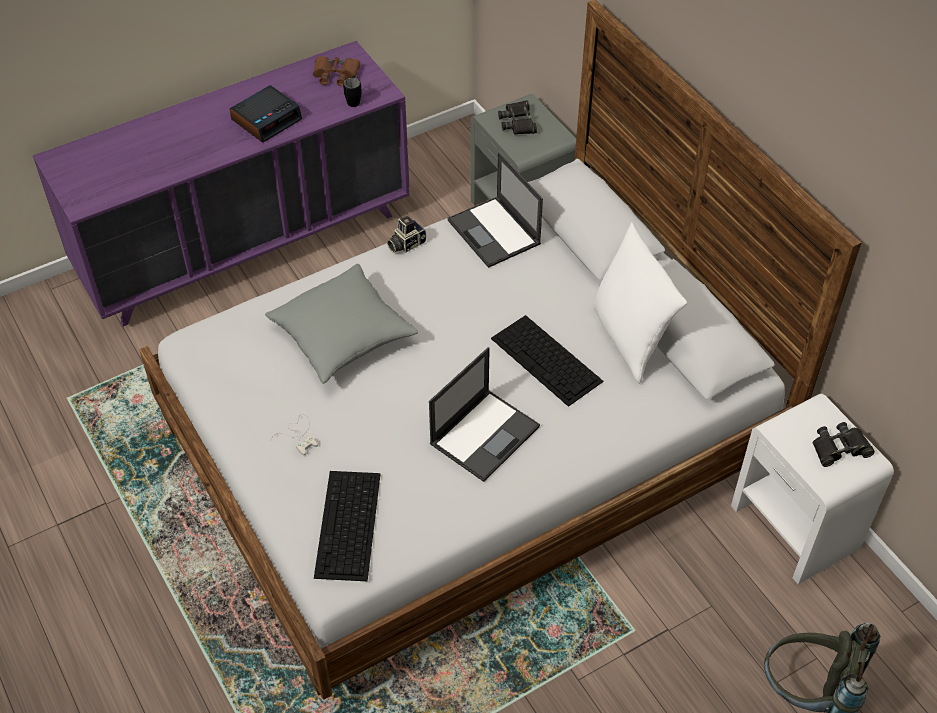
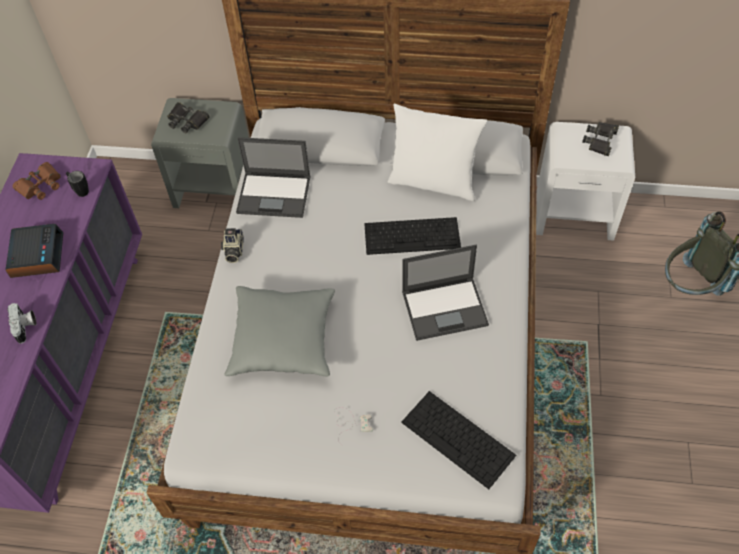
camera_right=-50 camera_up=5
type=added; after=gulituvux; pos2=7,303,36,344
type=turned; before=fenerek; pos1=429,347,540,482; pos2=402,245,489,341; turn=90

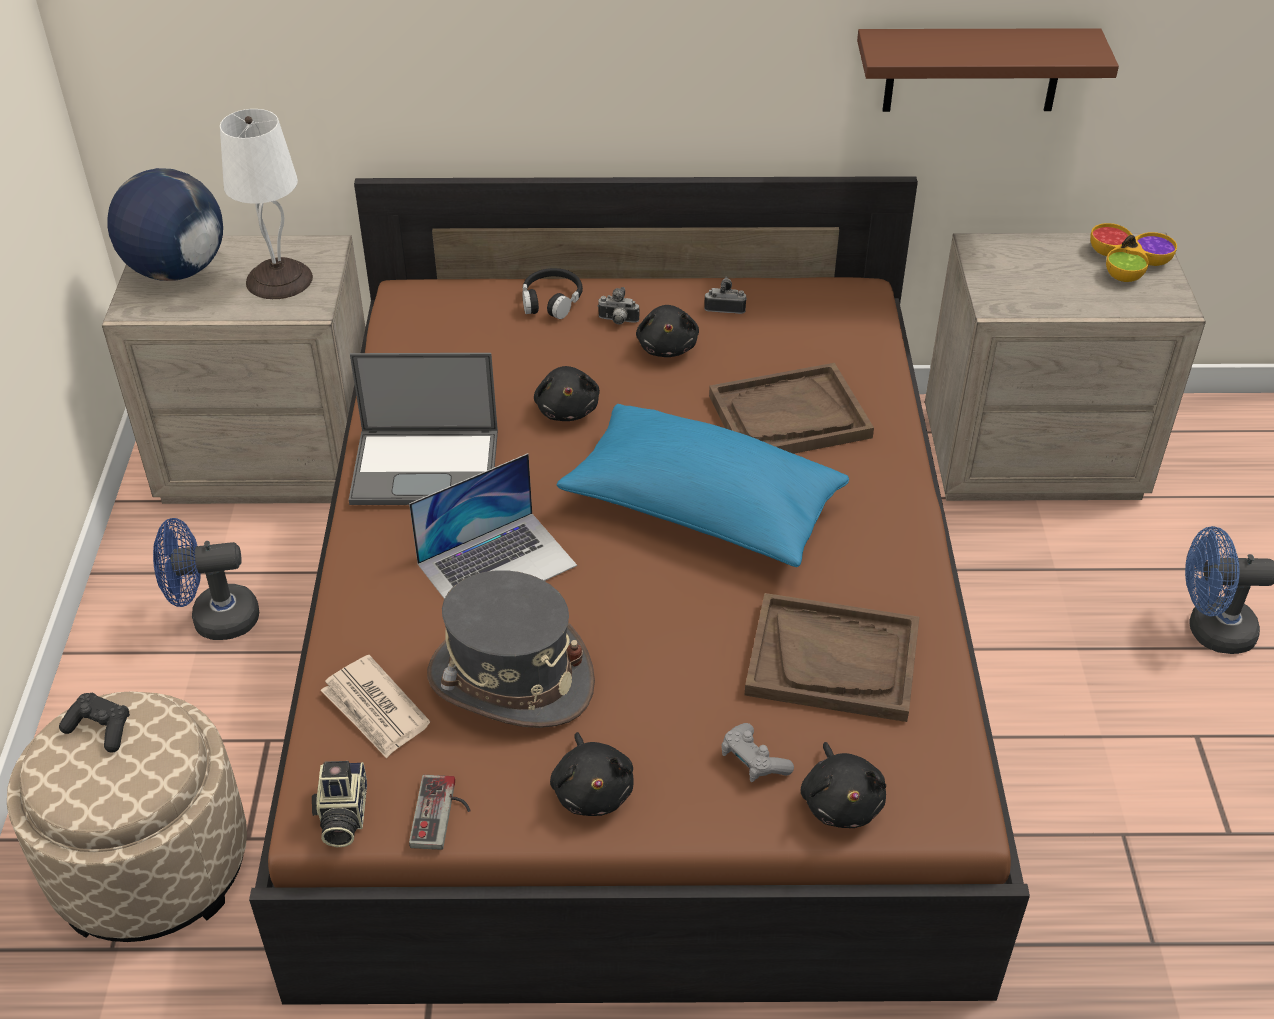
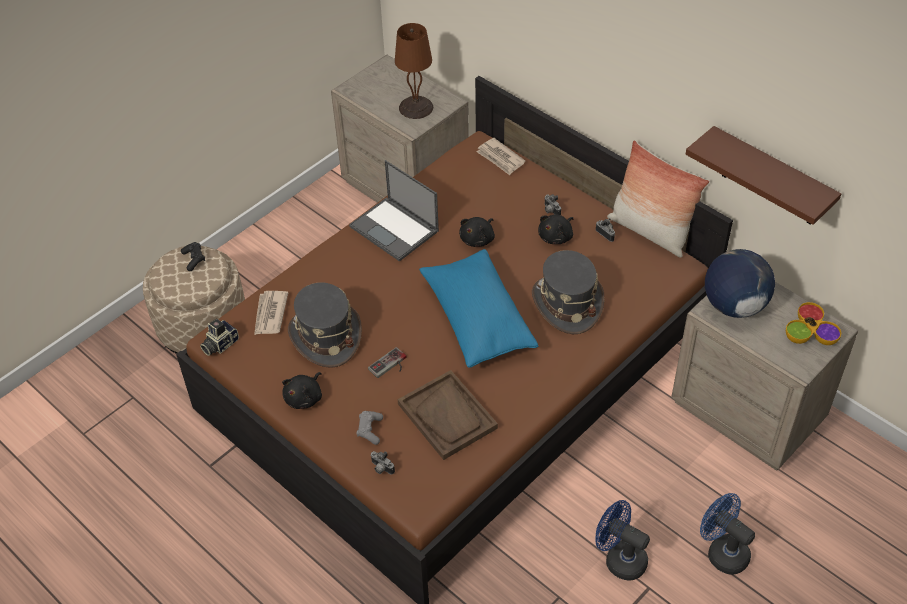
camera_right=45 camera_up=5
type=moved; before=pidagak; pos1=409,775,471,850; pos2=368,347,406,378
type=replaced; before=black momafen; after=gulituvux; pos1=801,742,886,828; pos2=370,451,395,475
type=recoloured; before=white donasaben; after=brown donasaben; pos1=220,109,313,299; pos2=395,23,433,119
type=added; after=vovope; pos2=477,138,525,175
type=replaced; before=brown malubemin; after=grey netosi; pos1=709,363,874,454; pos2=532,250,605,334
type=moved; before=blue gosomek; pos1=153,518,259,640; pos2=595,500,650,581
type=added; after=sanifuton; pos2=607,140,709,258
type=moved; before=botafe; pos1=108,168,223,281; pos2=705,249,775,318
type=removed; before=fenerek; pos1=409,453,577,599
type=removed; before=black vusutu; pos1=522,268,583,319

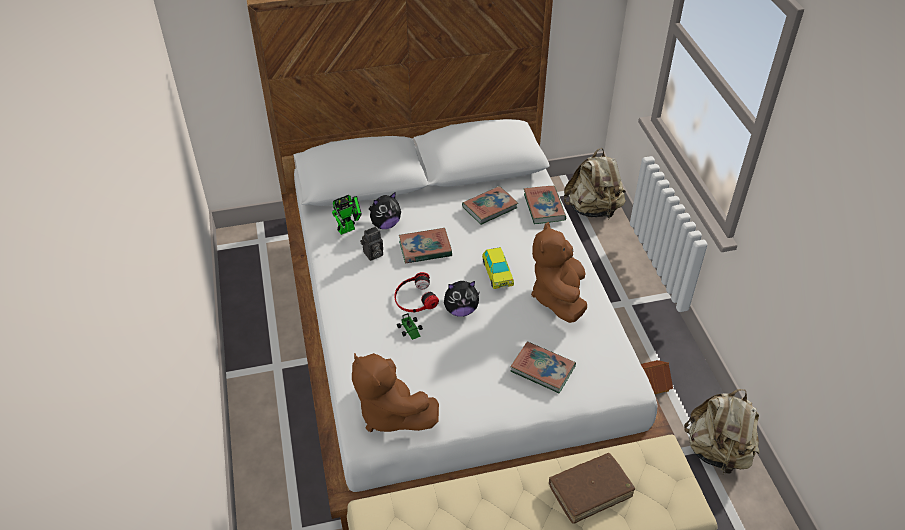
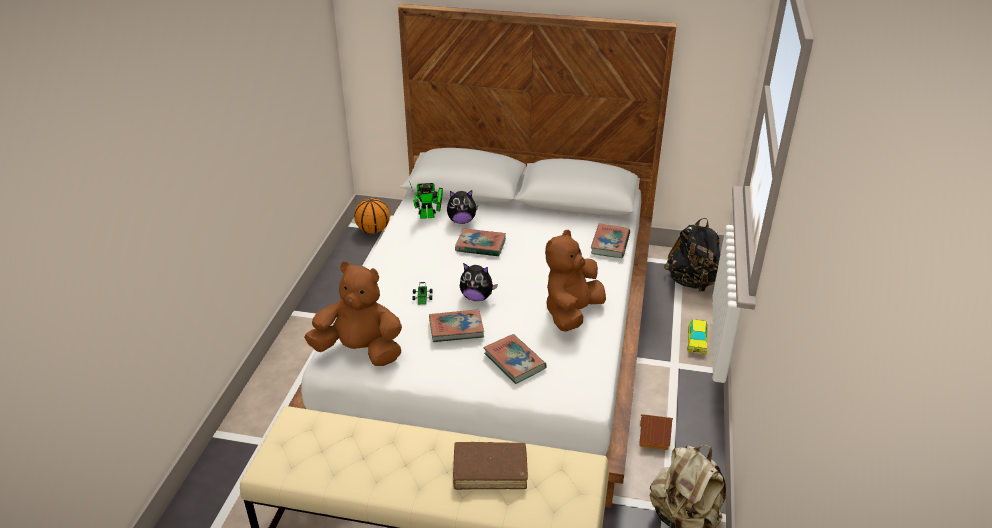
camera_right=25 camera_up=-10
type=turned; before=brown momafen; pos1=352,353,439,432; pos2=304,261,402,366; turn=120
type=added; after=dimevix; pos2=354,198,390,234
type=moved; before=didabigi; pos1=462,186,518,225; pos2=429,309,484,342
type=recoloured; before=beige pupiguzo; after=black pupiguzo; pos1=564,148,626,218; pos2=664,218,720,292
type=moved; before=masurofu; pos1=482,247,514,289; pos2=687,319,707,354
type=removed; before=gulituvux; pos1=360,226,383,261
type=removed; before=vusutu; pos1=394,272,439,312

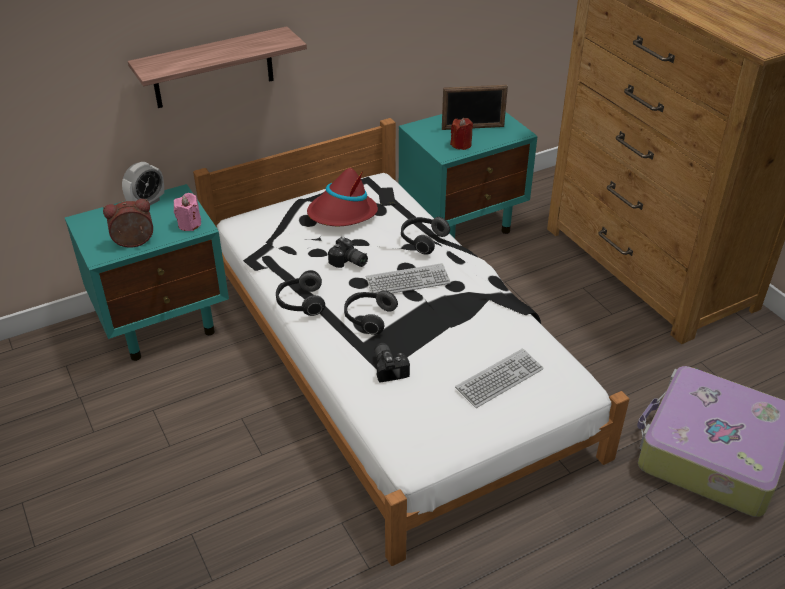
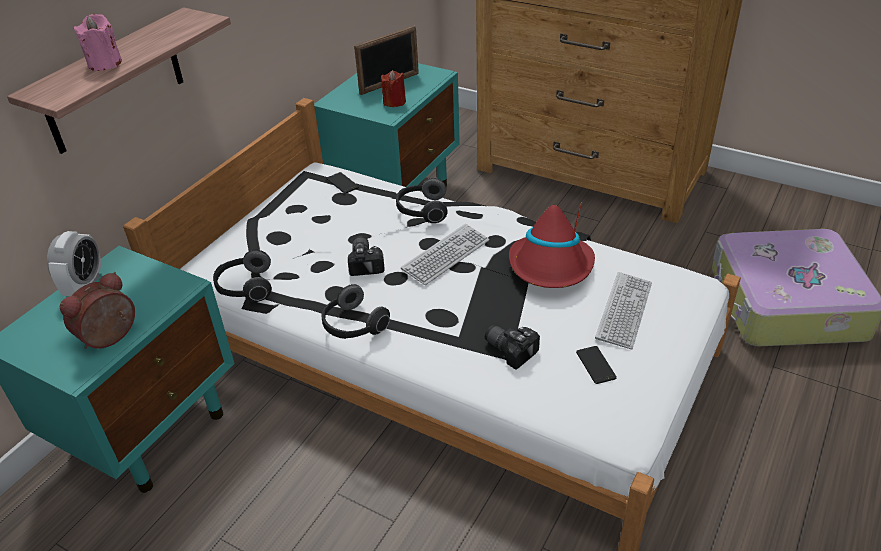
camera_right=-30 camera_up=0
type=moved; before=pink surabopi; pos1=174,193,201,231; pos2=74,14,122,71
type=moved; before=vusutu; pos1=344,290,398,335; pos2=213,250,272,302
type=turned; before=gulituvux; pos1=328,237,368,268; pos2=348,236,385,276; turn=-105
type=moved; before=red netosi; pos1=307,168,378,226; pos2=509,202,595,288
type=added; after=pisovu; pos2=576,346,617,384

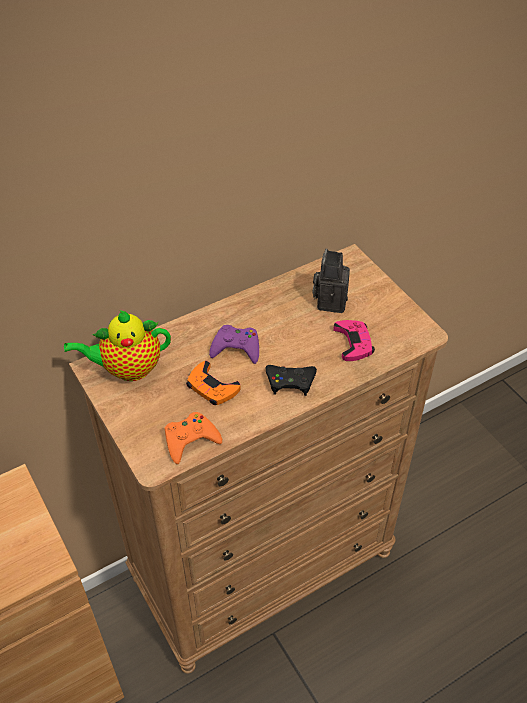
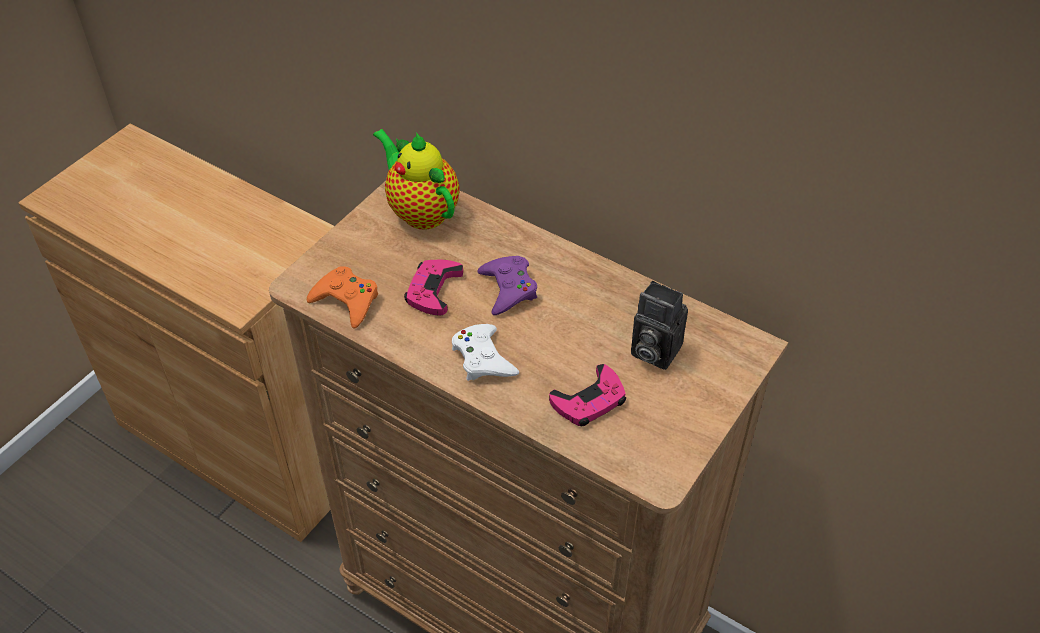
camera_right=65 camera_up=0
type=recoloured; before=orange pidagak; after=pink pidagak; pos1=186,361,241,405; pos2=404,259,463,315
type=recoloured; before=black pidagak; after=white pidagak; pos1=265,365,317,396; pos2=452,324,519,381
type=turned; before=gulituvux; pos1=313,248,350,313; pos2=631,281,688,370; turn=-135

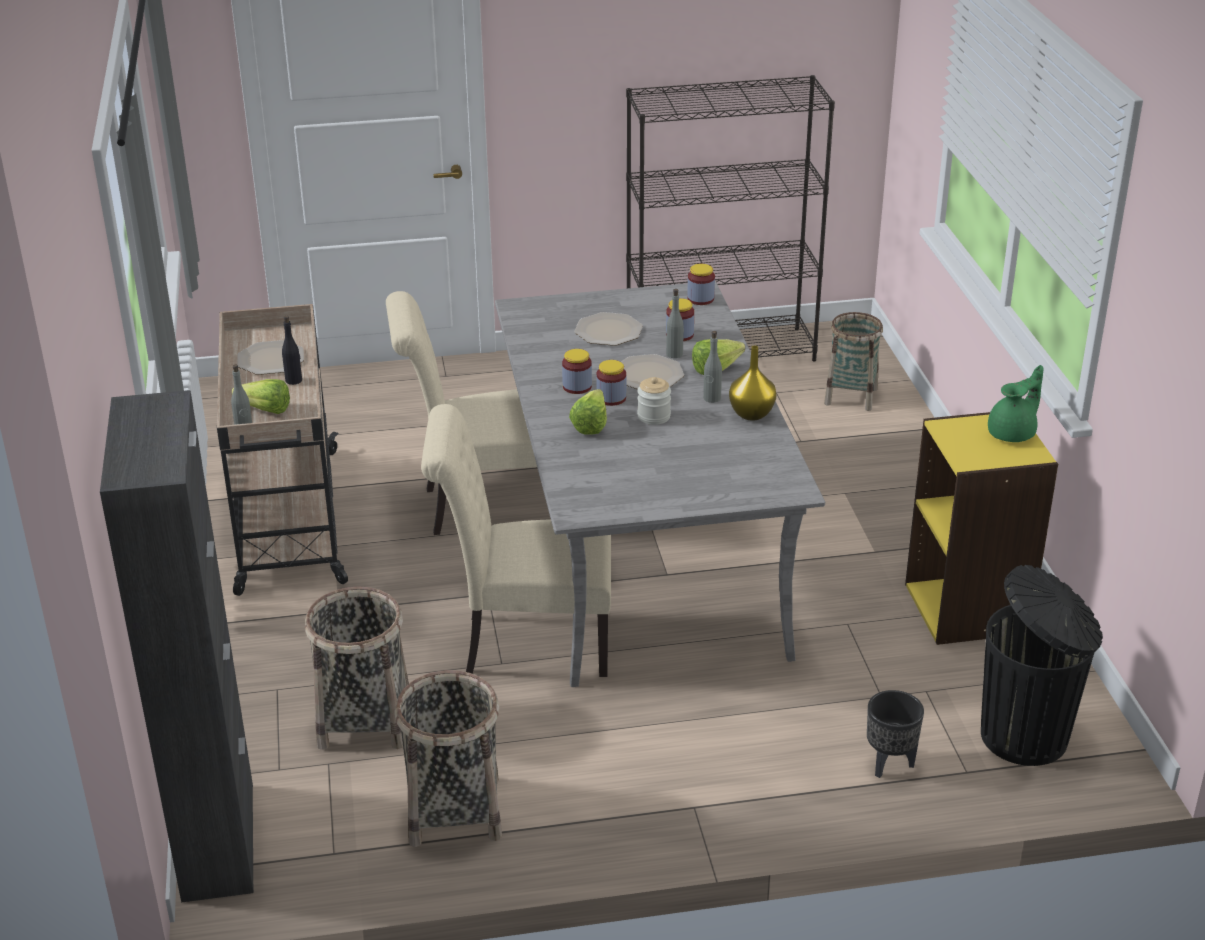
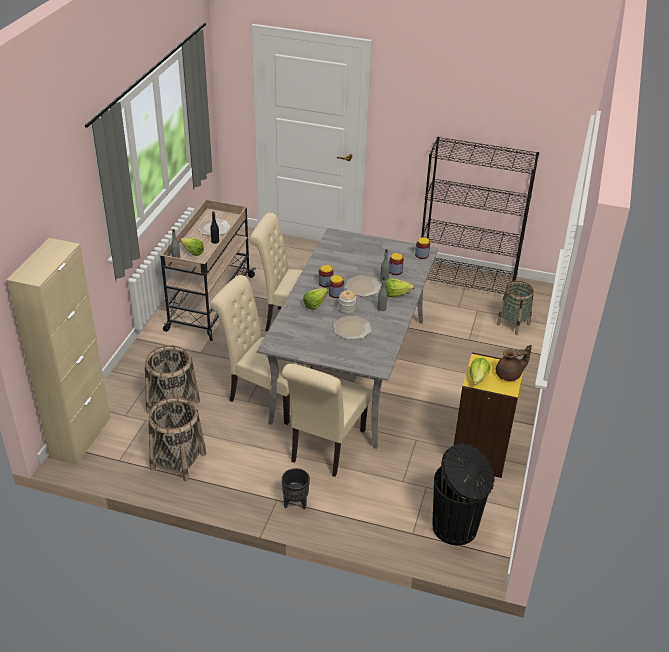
camera_right=25 camera_up=5
type=recoloured; before=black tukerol; after=beige tukerol; pos1=100,390,254,902; pos2=6,238,111,465
type=added; after=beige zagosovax; pos2=282,364,372,477
type=moved; before=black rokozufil; pos1=867,690,924,778; pos2=282,468,310,510
type=moved; before=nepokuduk; pos1=574,312,643,346; pos2=334,316,372,340
type=added; after=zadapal; pos2=470,358,490,386
type=recoloured; before=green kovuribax; after=brown kovuribax; pos1=988,365,1044,442; pos2=496,345,532,381
type=removed; before=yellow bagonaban; pos1=729,345,777,421

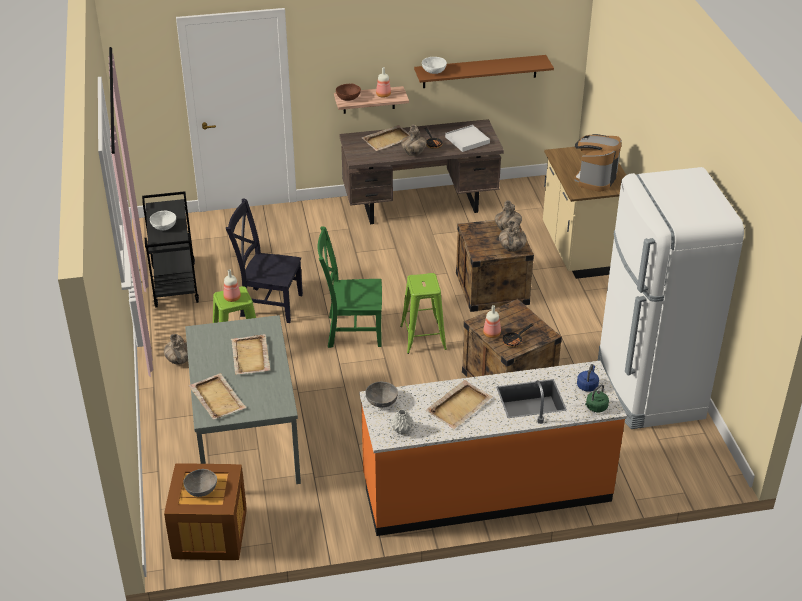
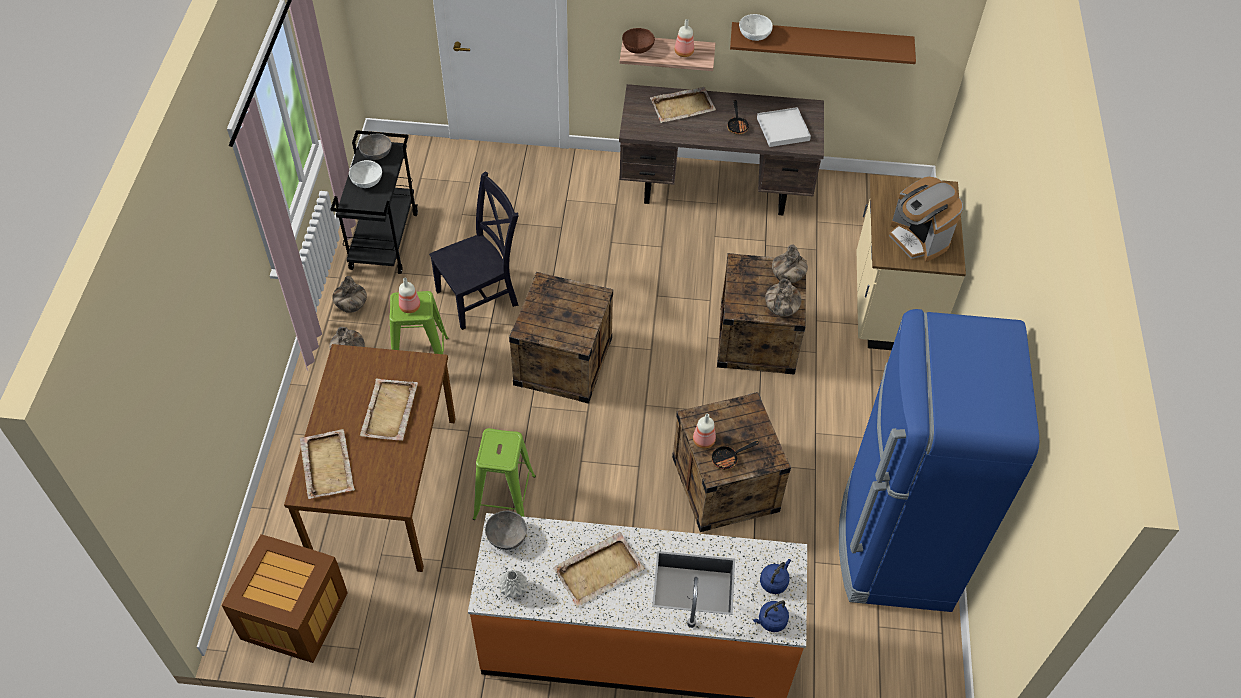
camera_right=15 camera_up=15
type=recoloured; before=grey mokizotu; after=brown mokizotu; pos1=185,315,301,484; pos2=284,344,456,572
type=moved; before=bagonaban; pos1=401,125,427,156; pos2=332,276,367,313
type=moved; before=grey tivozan; pos1=183,469,217,497; pos2=359,134,392,160
type=turned; before=black zagosovax; pos1=226,198,303,323; pos2=429,171,519,330; turn=120
type=moved; before=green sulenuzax; pos1=400,273,447,354; pos2=473,428,536,520
type=replaced; before=green zagosovax; after=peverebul; pos1=318,226,382,348; pos2=509,272,613,404
type=recoloured; before=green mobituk; after=blue mobituk; pos1=585,384,609,412; pos2=753,600,789,632
type=recoloured; before=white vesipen; after=blue vesipen; pos1=598,167,744,429; pos2=839,309,1039,612
type=turned; before=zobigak; pos1=574,134,622,191; pos2=889,176,963,262; turn=-75

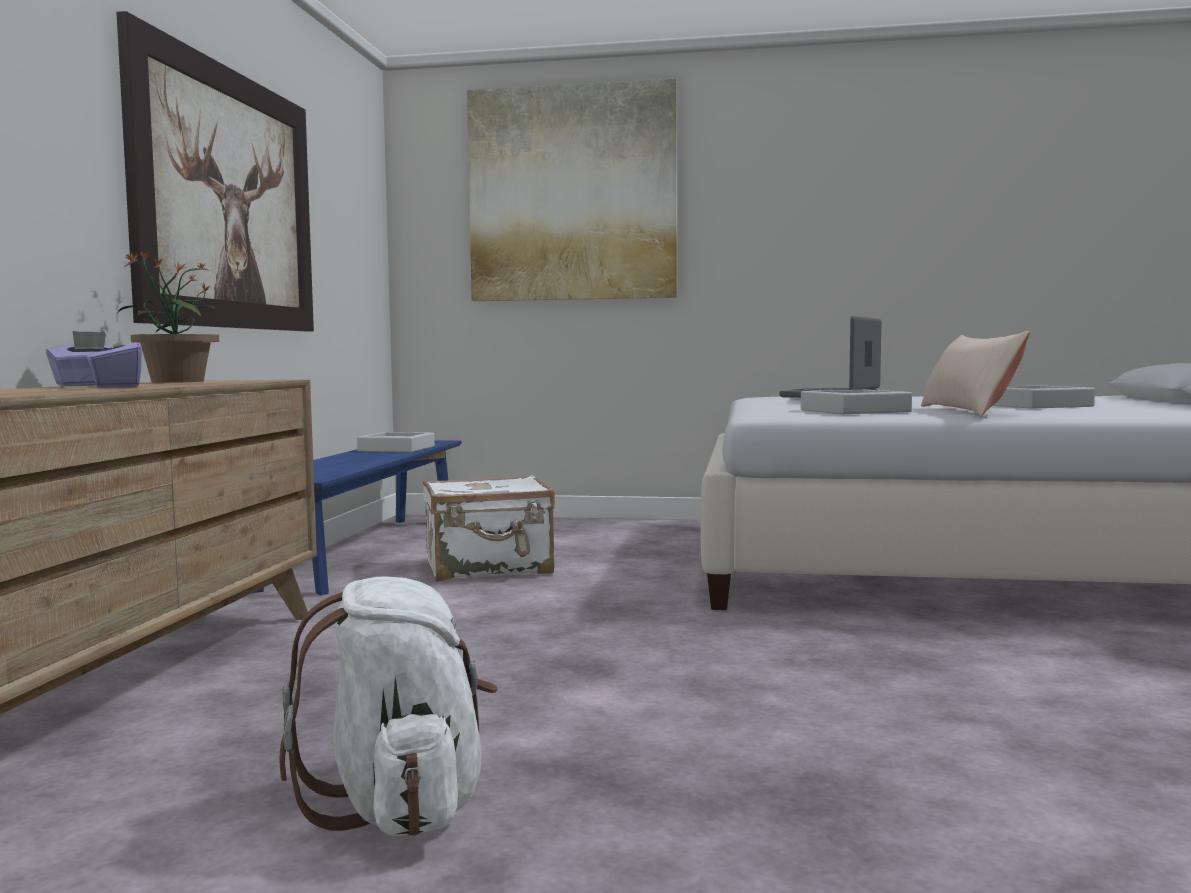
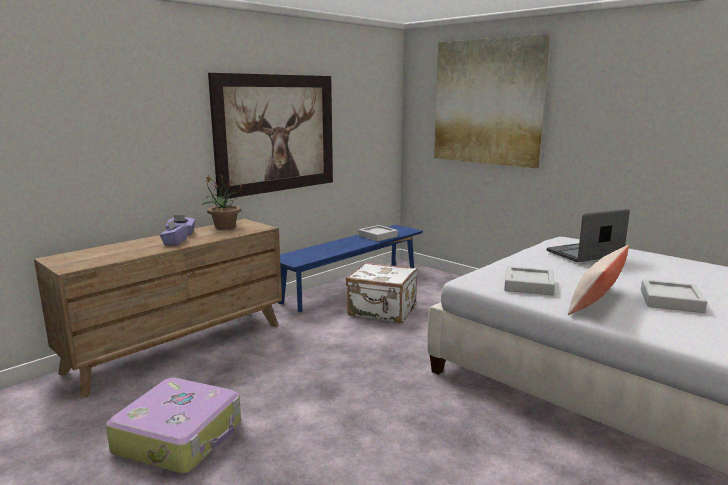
camera_right=35 camera_up=10
type=replaced; before=white pupiguzo; after=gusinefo; pos1=280,576,498,836; pos2=106,378,241,473

